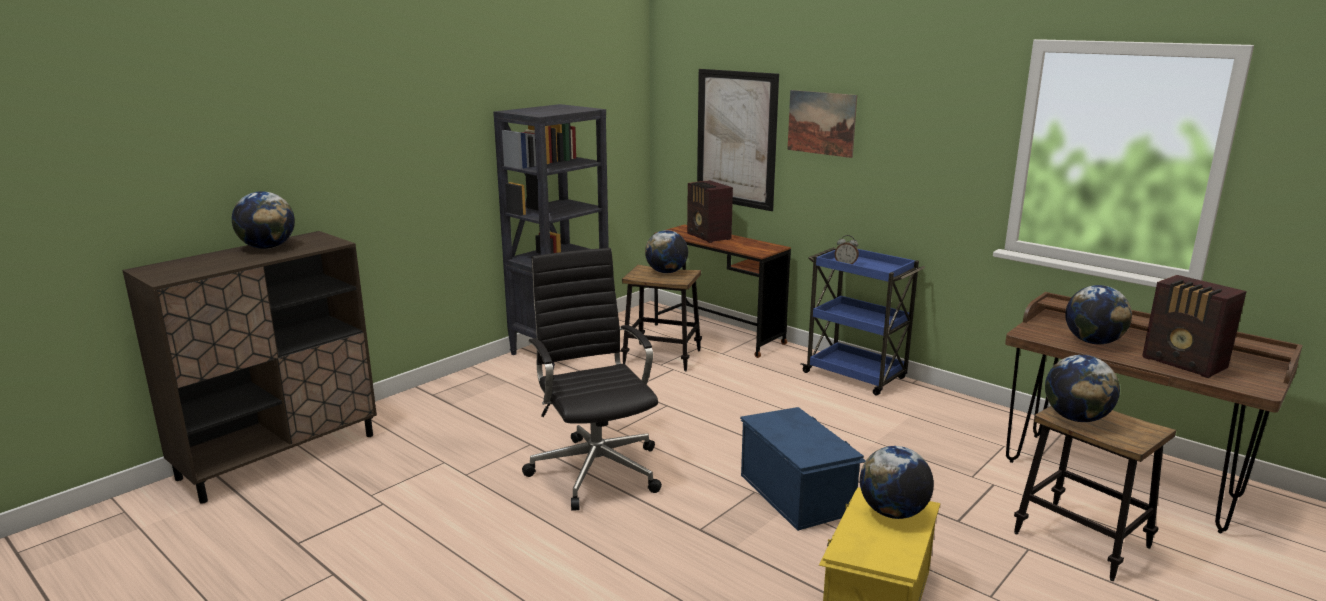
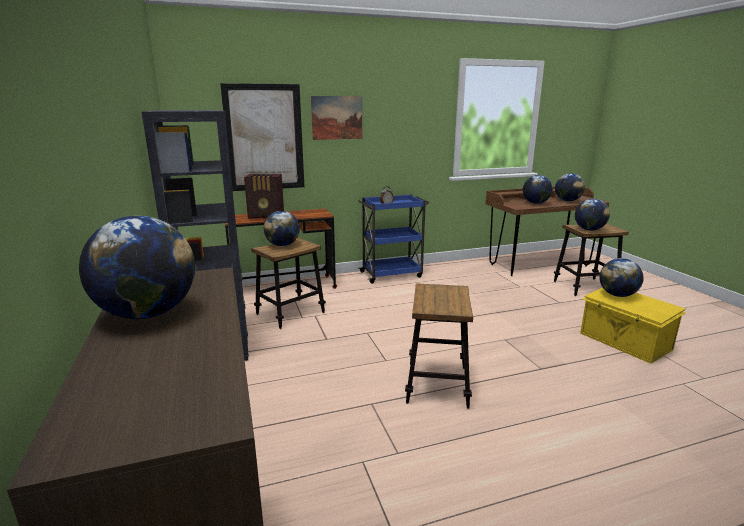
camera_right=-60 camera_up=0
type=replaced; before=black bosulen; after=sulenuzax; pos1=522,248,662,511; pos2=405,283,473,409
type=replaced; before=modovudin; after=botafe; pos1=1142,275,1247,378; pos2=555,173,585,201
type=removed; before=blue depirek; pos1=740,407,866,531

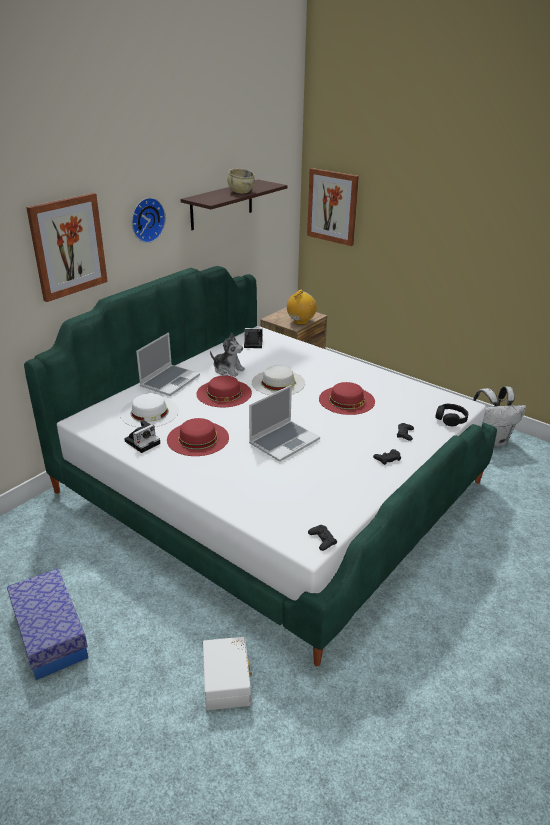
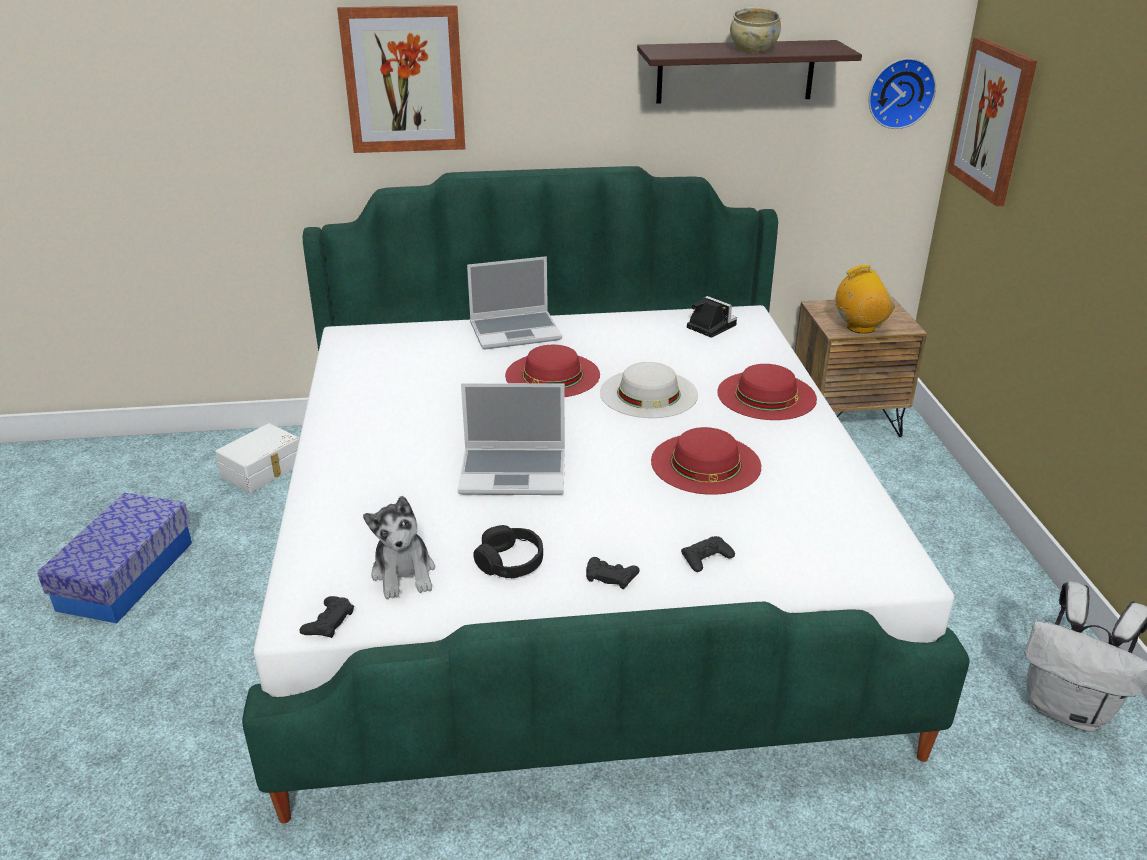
camera_right=45 camera_up=0
type=moved; before=white depirek; pos1=203,637,252,710; pos2=215,423,299,493
type=moved; before=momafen; pos1=210,333,245,377; pos2=363,496,435,599
type=moved; before=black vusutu; pos1=435,404,468,426; pos2=473,525,543,578
type=moved; before=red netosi; pos1=167,418,229,456; pos2=717,364,817,420
type=moved; before=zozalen; pos1=132,198,166,243; pos2=869,58,936,129
type=removed; before=white netosi; pos1=120,393,179,427
type=removed; before=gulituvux; pos1=124,420,160,453

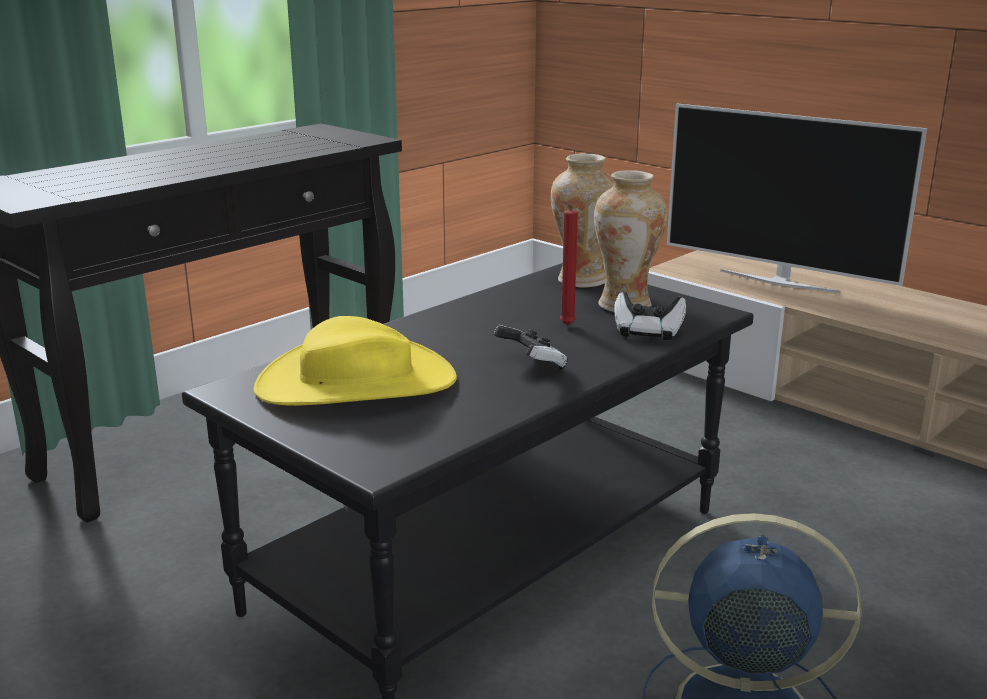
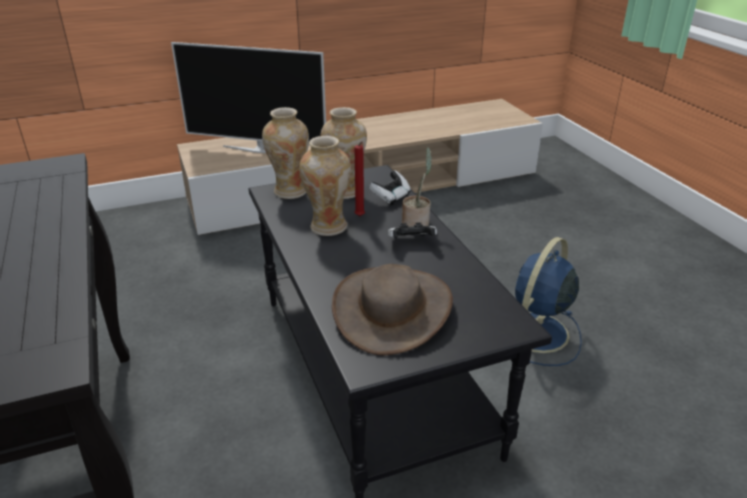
camera_right=-65 camera_up=10
type=turned; before=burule; pos1=667,104,927,293; pos2=171,42,326,153; turn=45
type=added; after=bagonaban; pos2=299,136,351,236
type=recoloured; before=yellow netosi; after=brown netosi; pos1=253,316,457,406; pos2=332,264,453,356
type=added; after=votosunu; pos2=402,147,432,227

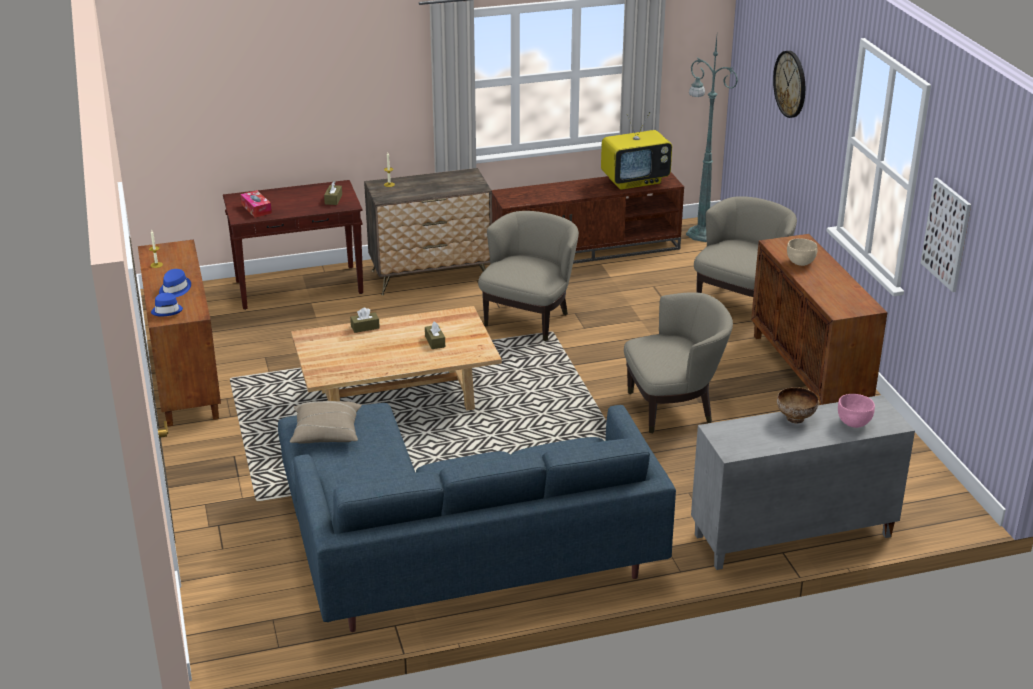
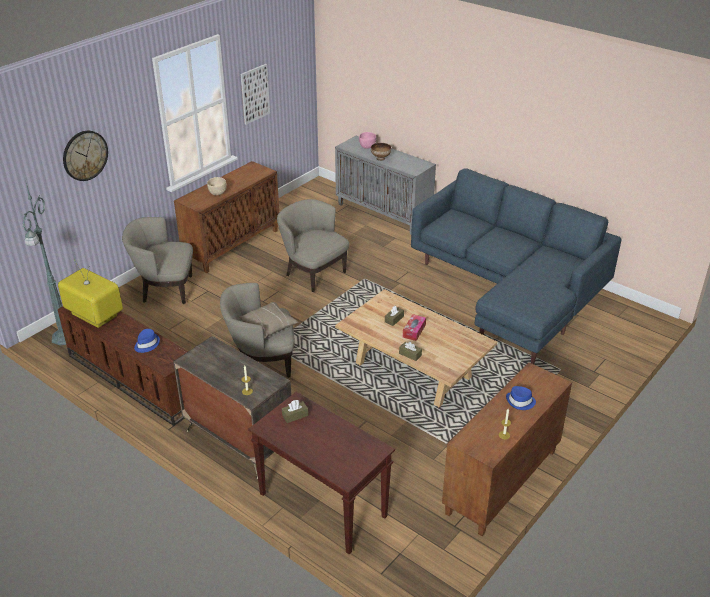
camera_right=-125 camera_up=5
type=moved; before=blue netosi; pos1=151,293,183,316; pos2=134,329,160,353
type=moved; before=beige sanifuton; pos1=290,401,362,444; pos2=240,302,298,338
type=moved; before=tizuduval; pos1=241,190,272,218; pos2=403,314,426,341

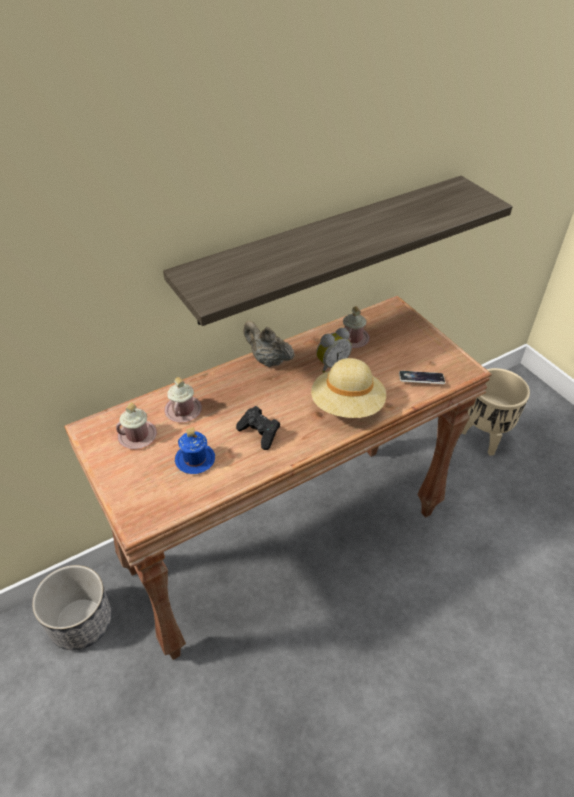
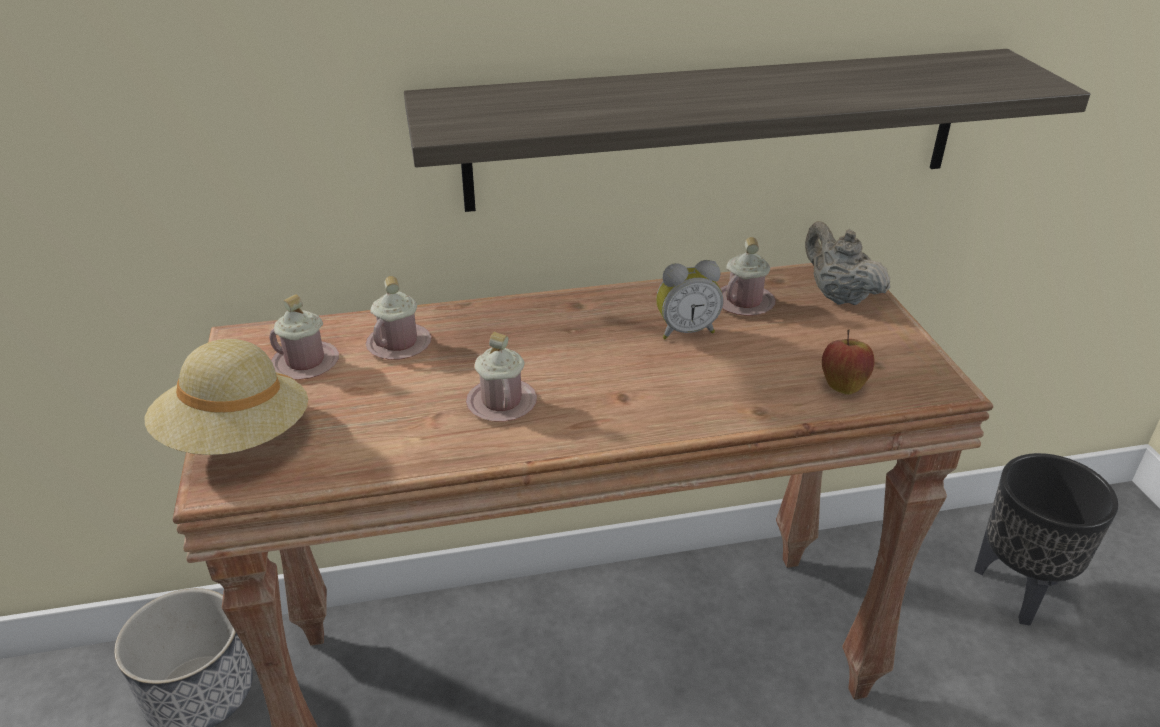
camera_right=20 camera_up=-10
type=moved; before=beige netosi; pos1=311,358,386,418; pos2=145,339,308,455
type=replaced; before=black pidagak; after=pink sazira; pos1=236,406,280,450; pos2=466,332,537,422
type=moved; before=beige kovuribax; pos1=243,321,295,367; pos2=805,221,890,305
type=replaced; before=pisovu; after=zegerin; pos1=399,371,446,384; pos2=822,329,875,395
type=recoloured; before=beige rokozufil; after=black rokozufil; pos1=462,368,530,456; pos2=974,453,1118,626
type=removed; before=blue sazira; pos1=175,427,215,474

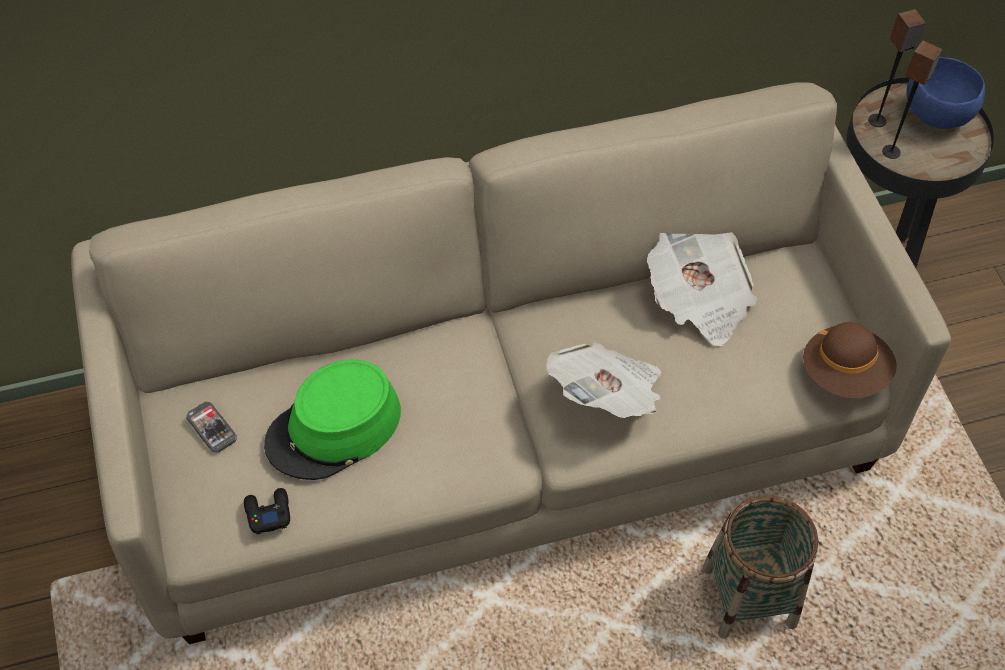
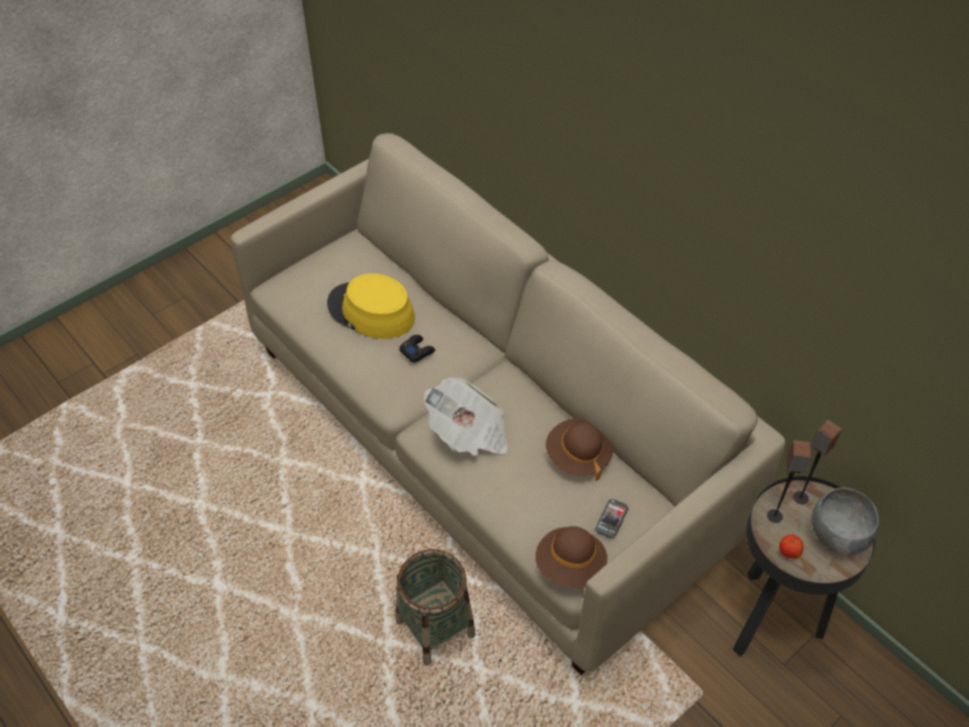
camera_right=65 camera_up=-5
type=recoloured; before=green netosi; after=yellow netosi; pos1=264,359,401,480; pos2=327,273,415,339
type=moved; before=black pidagak; pos1=244,488,290,534; pos2=399,335,435,362
type=replaced; before=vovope; after=brown netosi; pos1=647,232,758,346; pos2=546,418,613,481
type=moved; before=pisovu; pos1=186,402,237,452; pos2=595,499,629,538
type=added; after=zegerin; pos2=779,534,803,559
type=recoloured; before=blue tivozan; after=grey tivozan; pos1=906,57,985,129; pos2=812,488,879,555

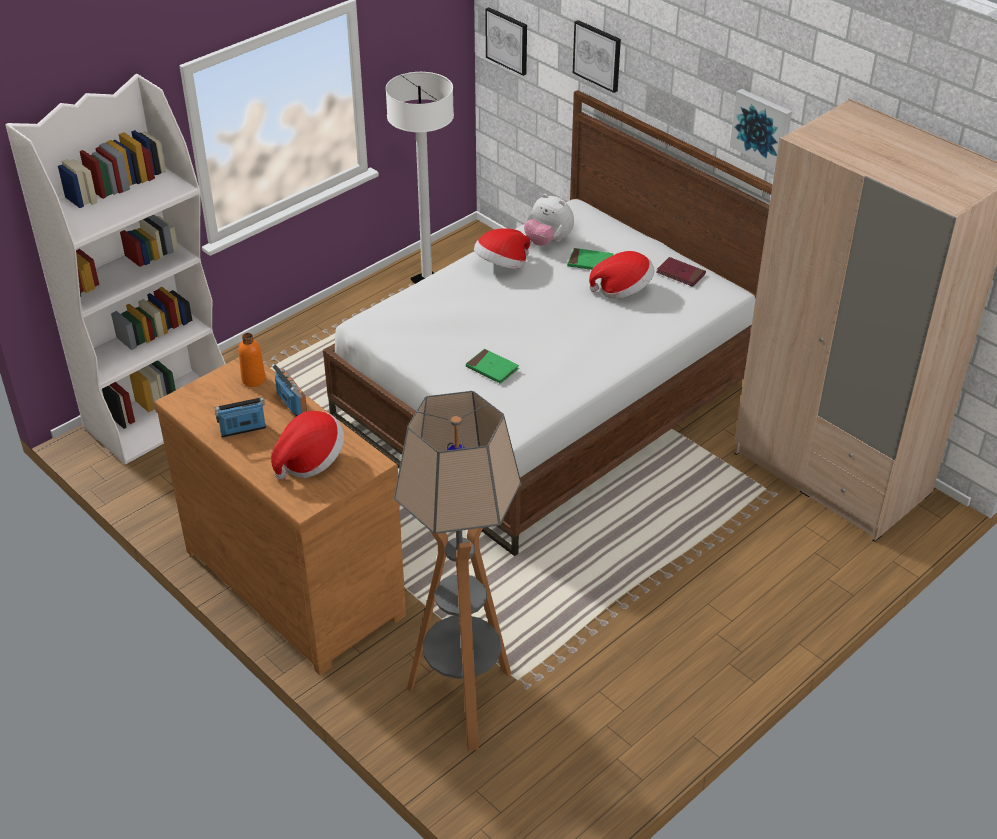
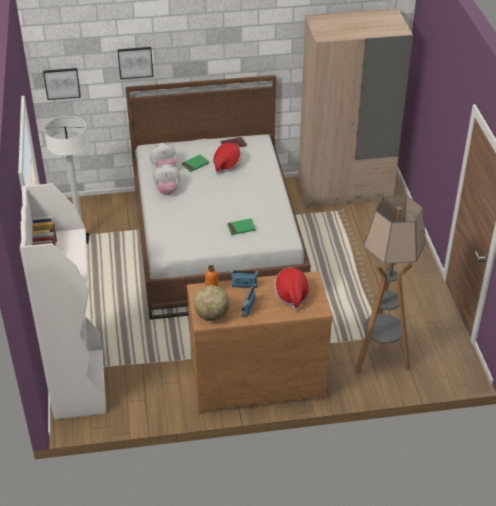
camera_right=-55 camera_up=0
type=replaced; before=netosi; after=momafen; pos1=474,228,530,269; pos2=153,164,180,195
type=added; after=botafe; pos2=194,285,230,321
type=removed; before=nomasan; pos1=730,89,792,168

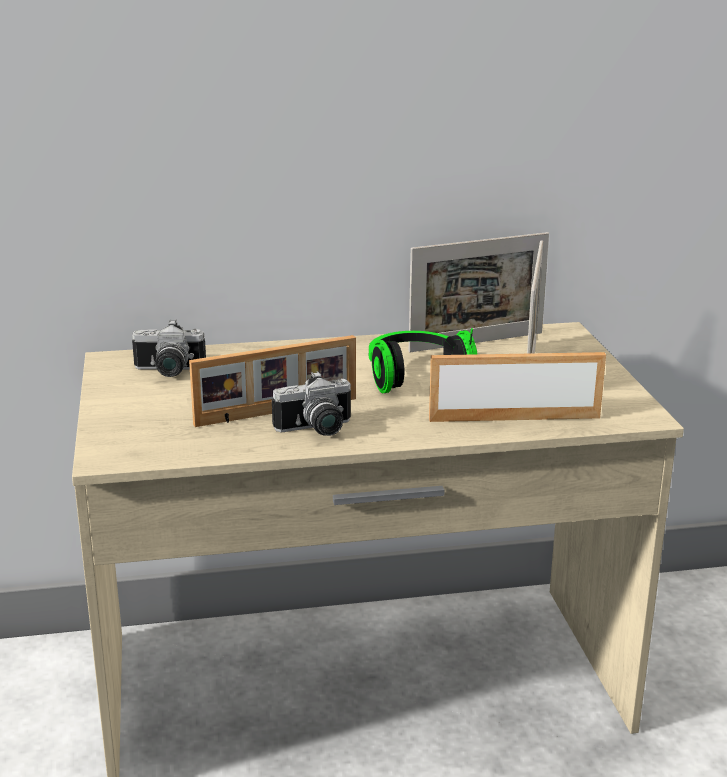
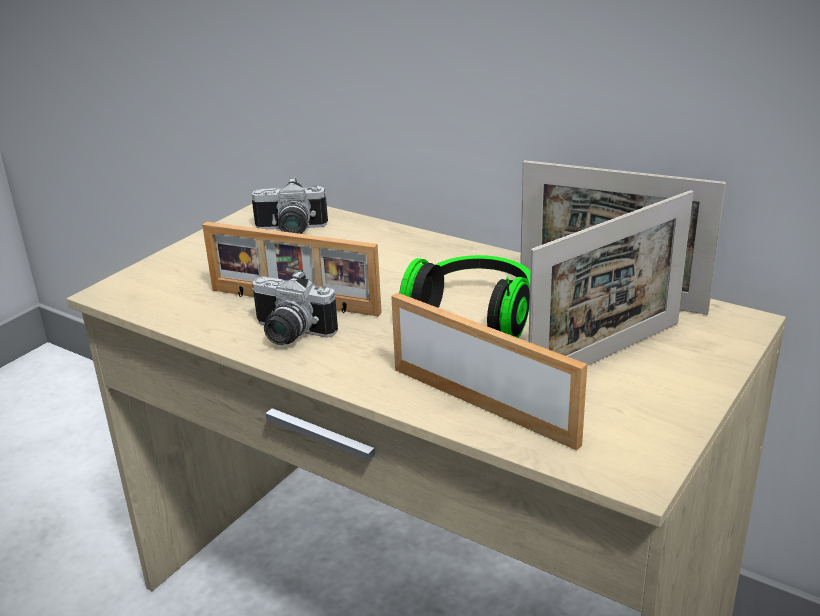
camera_right=45 camera_up=5
type=turned; before=gulituvux; pos1=132,320,206,377; pos2=252,177,328,234; turn=-45

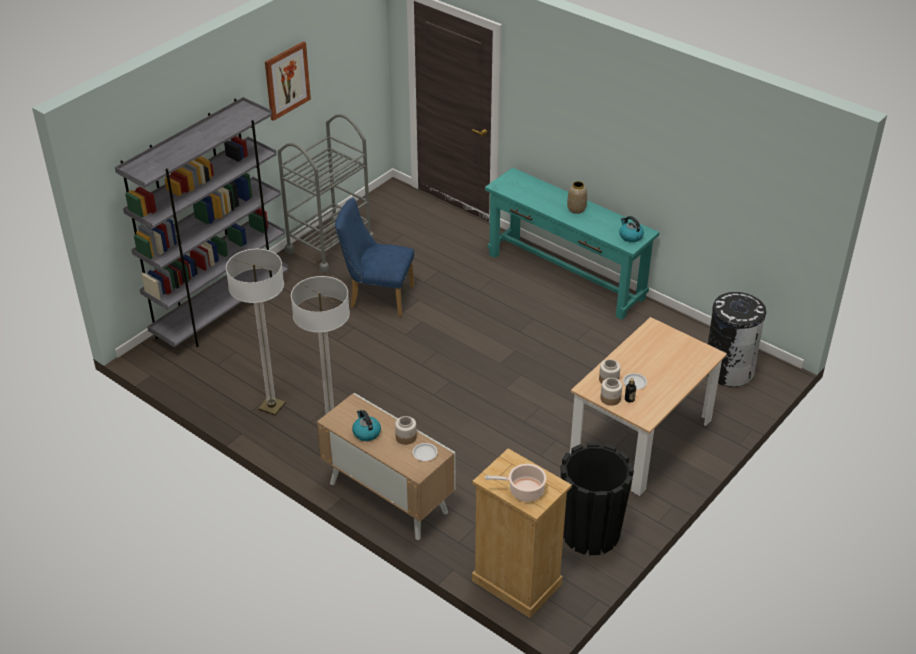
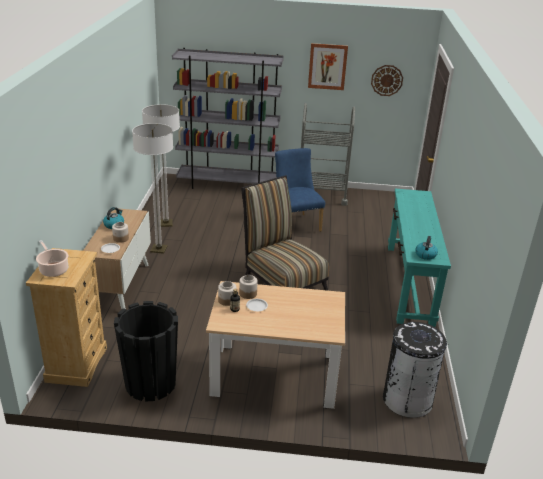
camera_right=55 camera_up=-10
type=added; after=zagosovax; pos2=241,175,329,291
type=added; after=zozalen; pos2=371,65,403,96
type=removed; before=bagonaban; pos1=567,181,587,214

